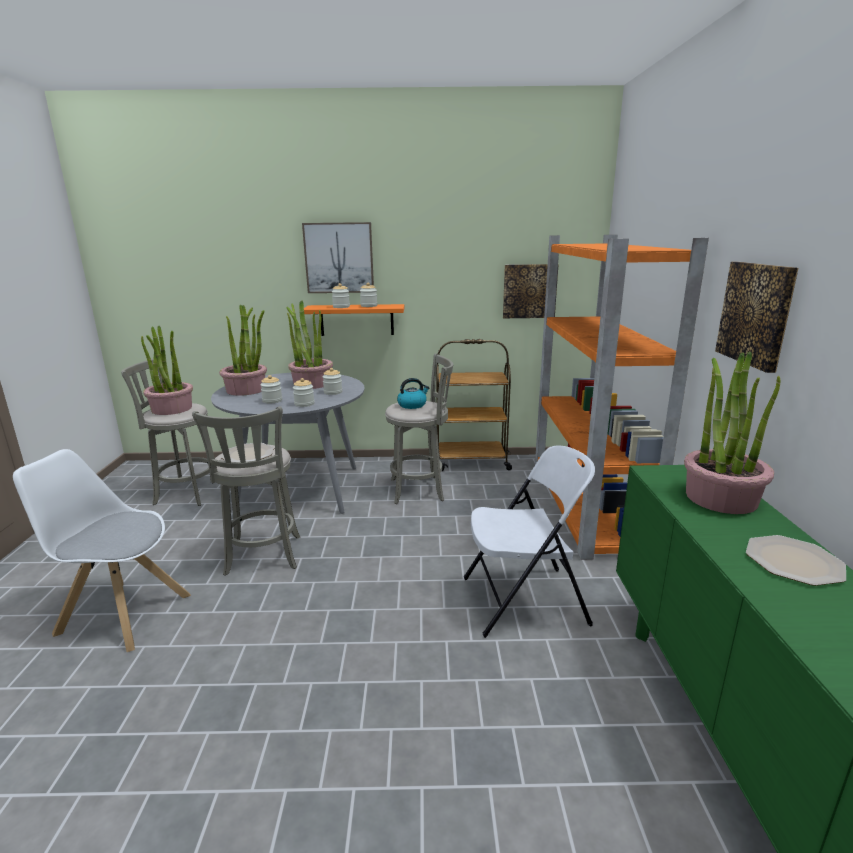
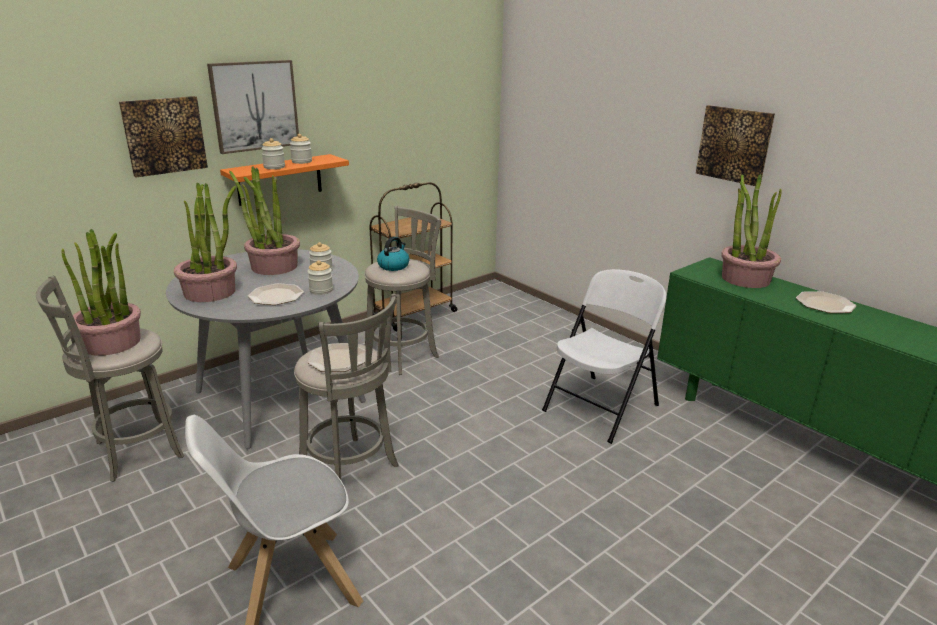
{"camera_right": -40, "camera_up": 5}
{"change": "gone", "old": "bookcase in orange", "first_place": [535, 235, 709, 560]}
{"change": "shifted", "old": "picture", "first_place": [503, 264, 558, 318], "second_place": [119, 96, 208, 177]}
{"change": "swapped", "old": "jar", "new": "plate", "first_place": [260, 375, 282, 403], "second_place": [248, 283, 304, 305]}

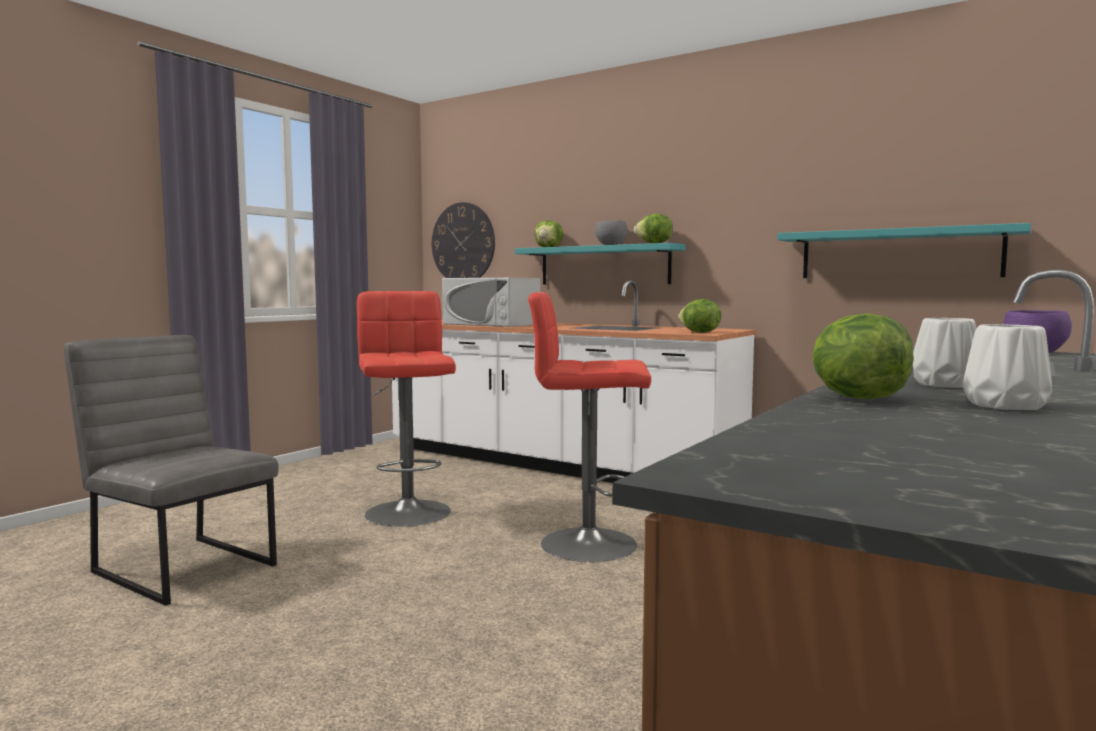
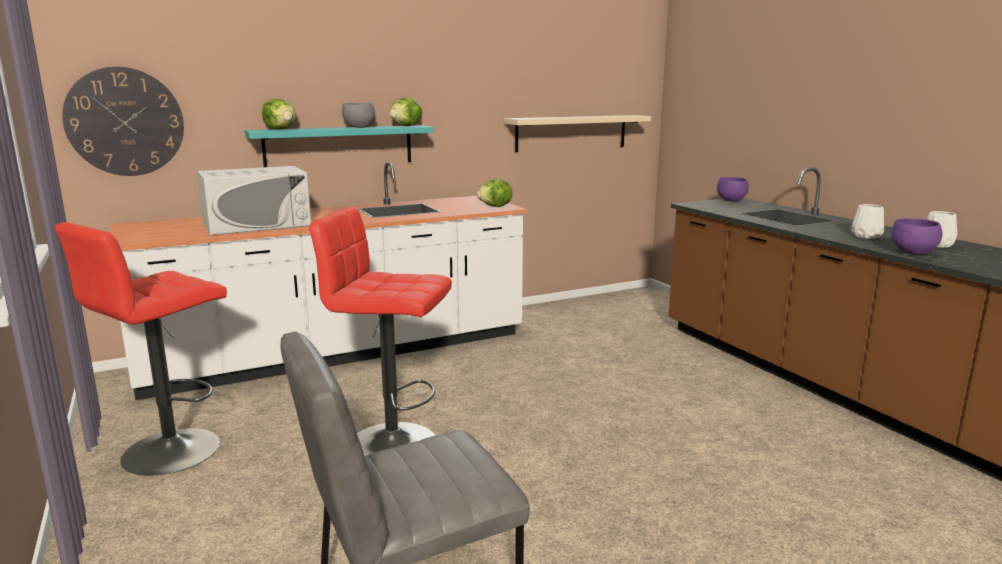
{"camera_right": -60, "camera_up": 10}
{"change": "repainted", "old": "shelf in turquoise", "new": "shelf in beige", "first_place": [777, 223, 1031, 278], "second_place": [504, 115, 651, 152]}
{"change": "shifted", "old": "stool in red", "first_place": [528, 292, 651, 562], "second_place": [55, 222, 227, 476]}
{"change": "swapped", "old": "lettuce", "new": "bowl in purple", "first_place": [812, 313, 914, 399], "second_place": [891, 218, 942, 255]}

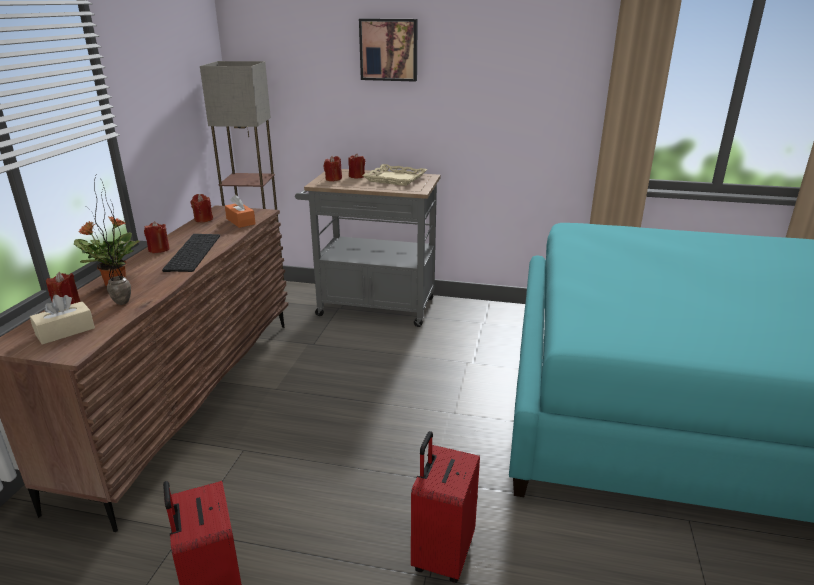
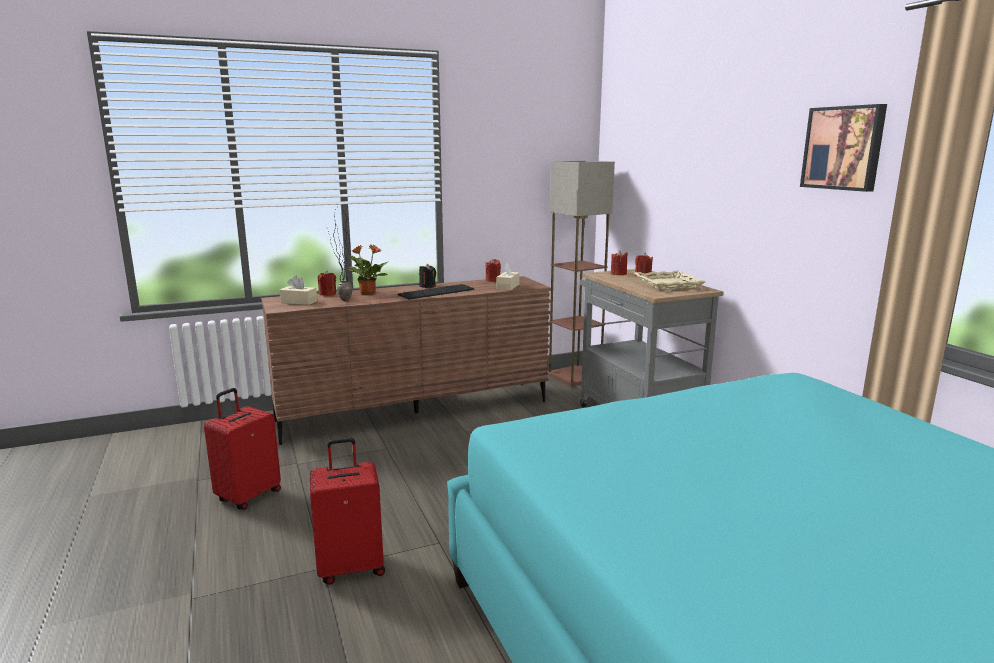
{"camera_right": 55, "camera_up": -10}
{"change": "shifted", "old": "picture", "first_place": [359, 19, 418, 82], "second_place": [800, 104, 887, 192]}
{"change": "repainted", "old": "tissue box in orange", "new": "tissue box in beige", "first_place": [225, 195, 256, 228], "second_place": [497, 263, 520, 290]}
{"change": "repainted", "old": "candle in red", "new": "candle in black", "first_place": [144, 221, 170, 253], "second_place": [419, 264, 436, 288]}

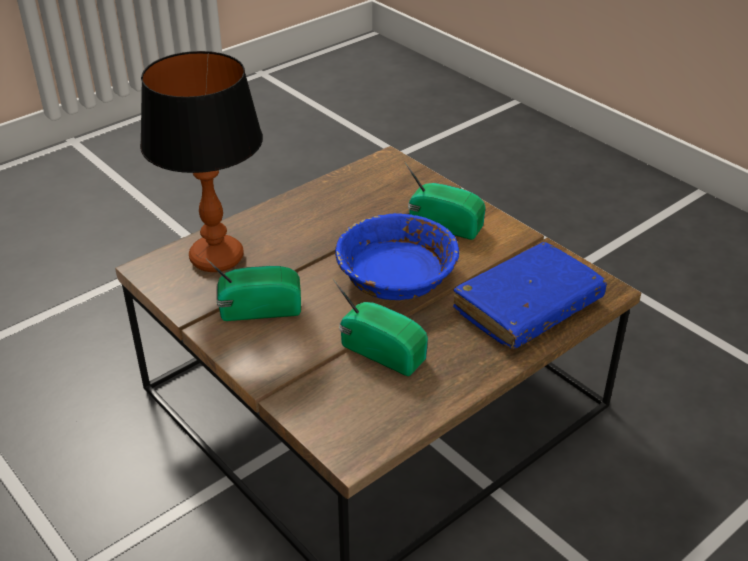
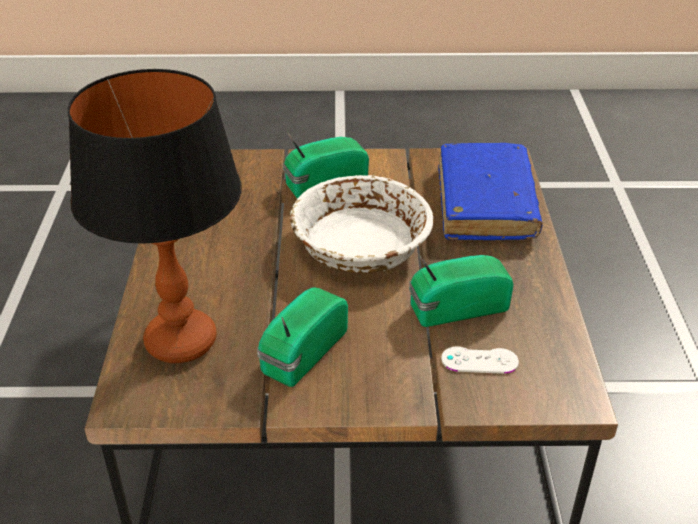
{"camera_right": -50, "camera_up": 0}
{"change": "repainted", "old": "bowl in blue", "new": "bowl in white", "first_place": [335, 213, 459, 300], "second_place": [290, 175, 433, 273]}
{"change": "new", "new": "game controller in white", "second_place": [441, 346, 519, 374]}

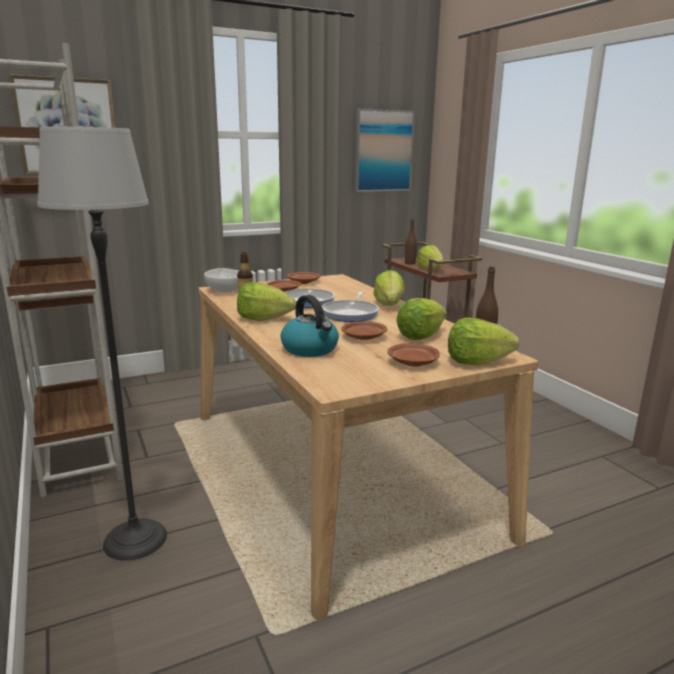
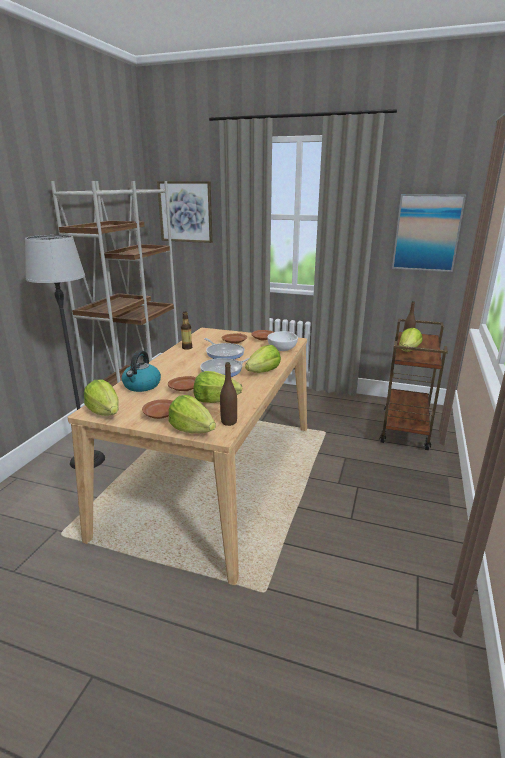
{"camera_right": 45, "camera_up": 5}
{"change": "shifted", "old": "bowl in white", "first_place": [204, 268, 239, 292], "second_place": [267, 331, 298, 351]}
{"change": "shifted", "old": "lettuce", "first_place": [237, 282, 296, 321], "second_place": [84, 379, 119, 416]}

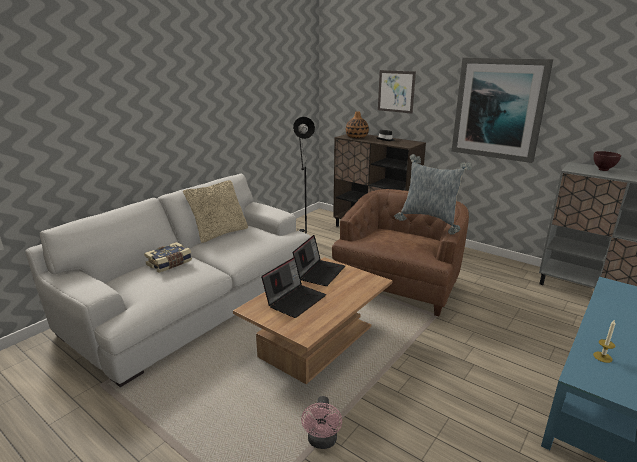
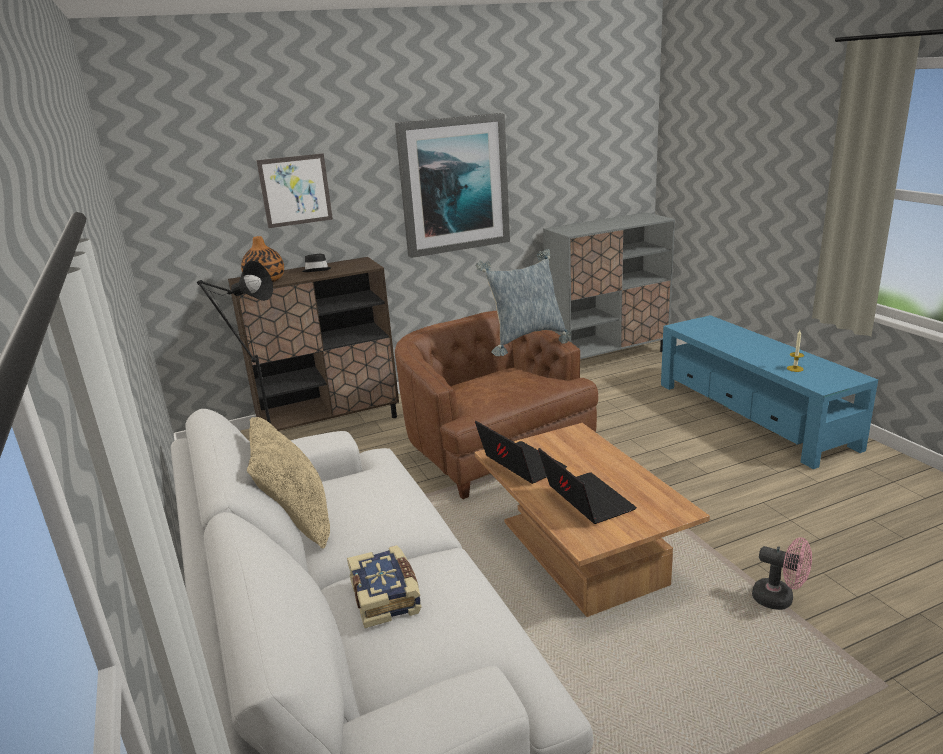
{"camera_right": -60, "camera_up": 0}
{"change": "gone", "old": "bowl in brown", "first_place": [593, 151, 621, 171]}

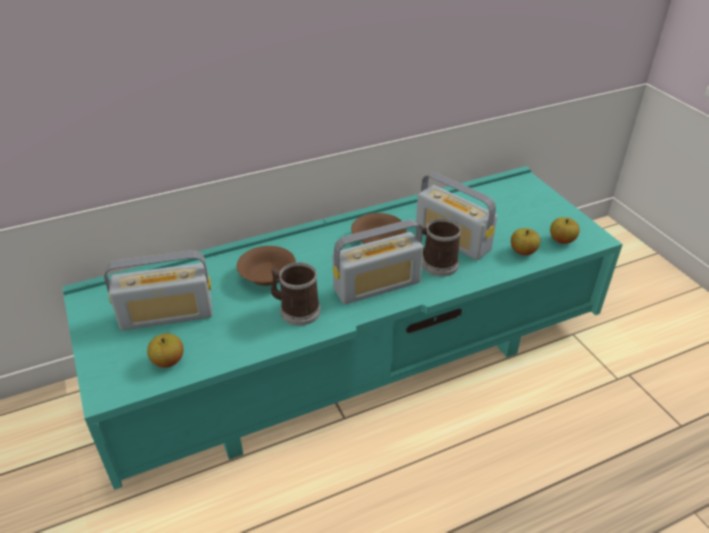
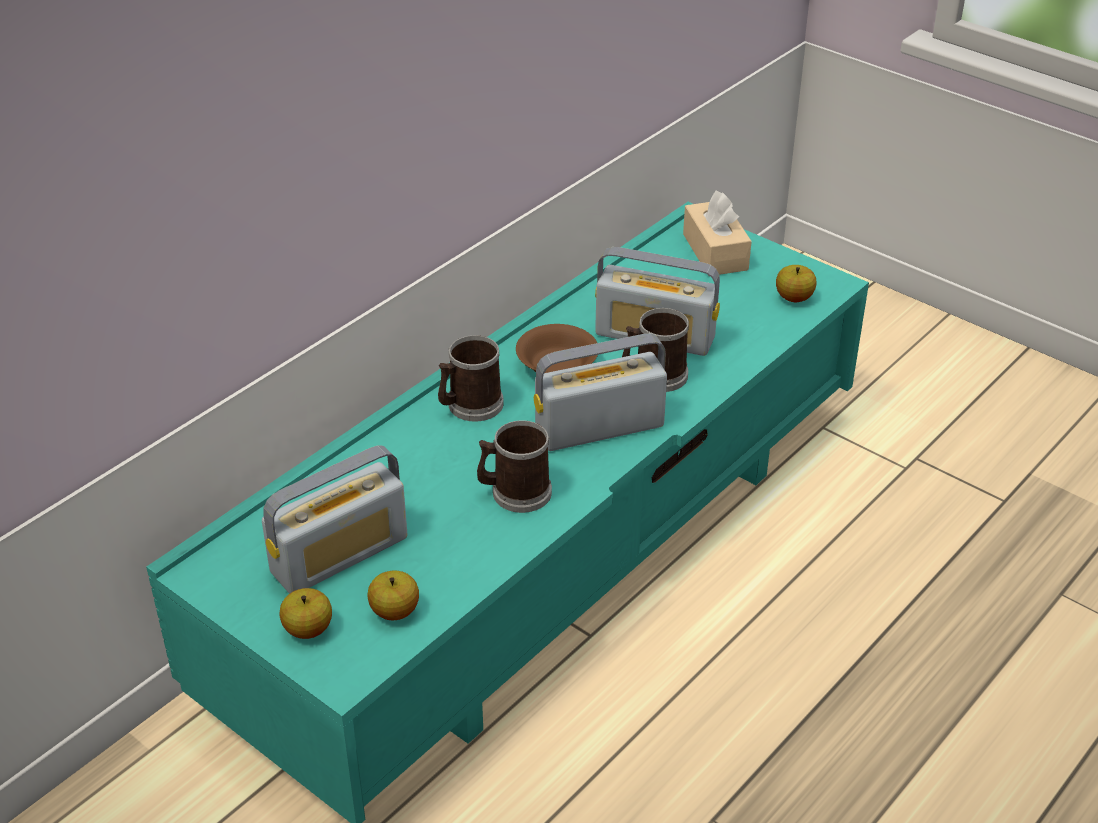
{"camera_right": -25, "camera_up": 0}
{"change": "rotated", "old": "radio", "first_place": [333, 220, 423, 304], "second_place": [534, 333, 667, 451], "degrees": -150}
{"change": "shifted", "old": "apple", "first_place": [511, 228, 540, 255], "second_place": [279, 588, 332, 639]}
{"change": "gone", "old": "bowl in brown", "first_place": [237, 246, 296, 286]}
{"change": "new", "new": "tissue box in beige", "second_place": [683, 191, 752, 276]}
{"change": "new", "new": "mug", "second_place": [438, 335, 504, 422]}

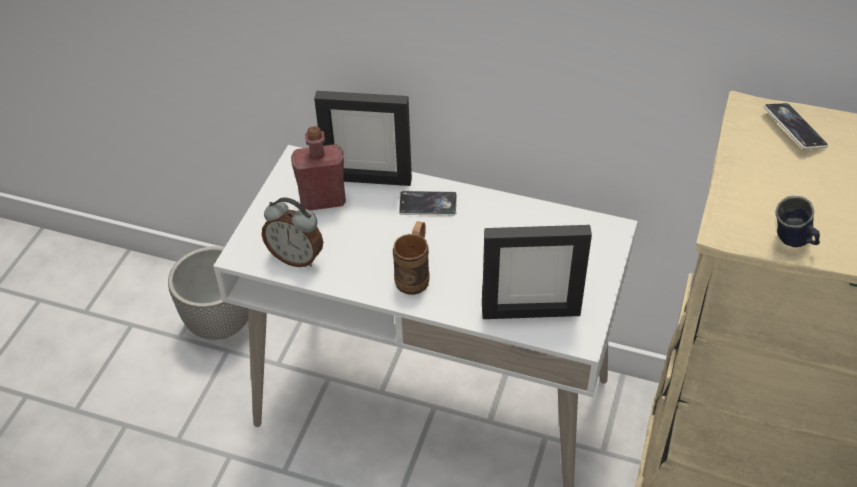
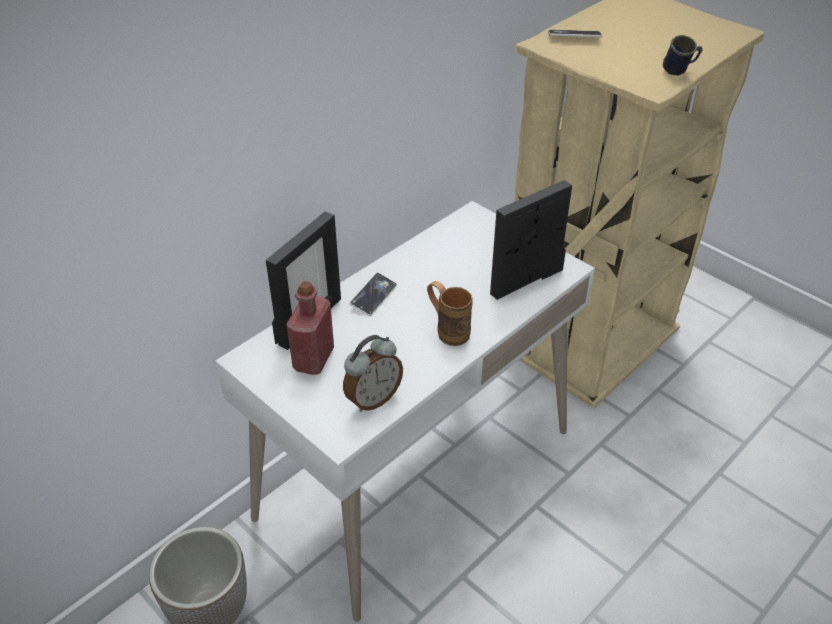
{"camera_right": -65, "camera_up": -5}
{"change": "rotated", "old": "picture frame", "first_place": [482, 225, 592, 319], "second_place": [490, 180, 572, 300], "degrees": -150}

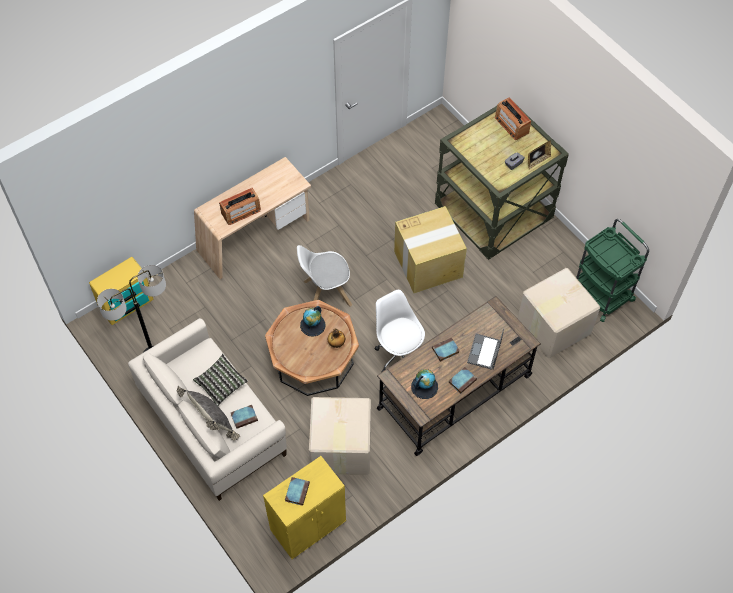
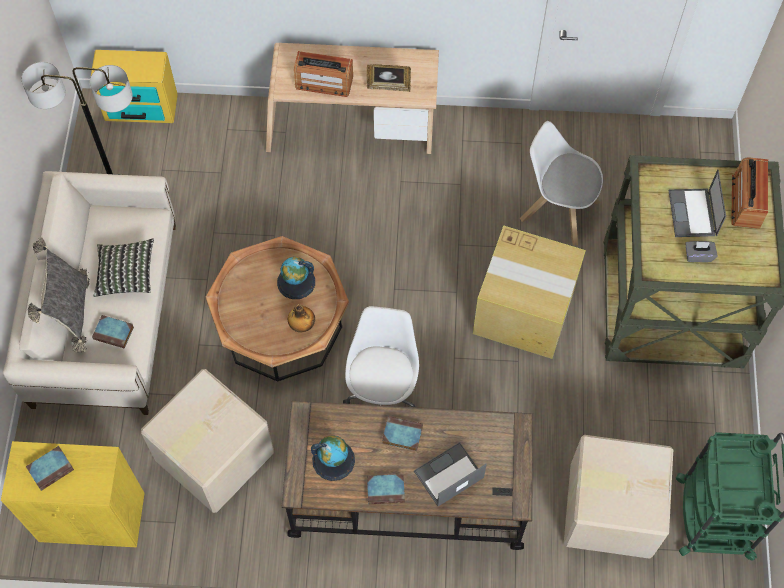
{"camera_right": 40, "camera_up": 5}
{"change": "shifted", "old": "picture frame", "first_place": [528, 140, 551, 169], "second_place": [367, 64, 411, 92]}
{"change": "shifted", "old": "chair", "first_place": [297, 245, 352, 307], "second_place": [520, 121, 603, 246]}
{"change": "new", "new": "laptop", "second_place": [669, 169, 726, 237]}

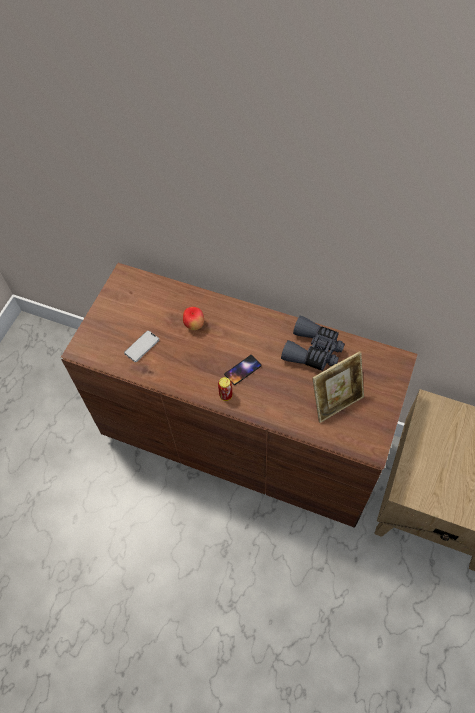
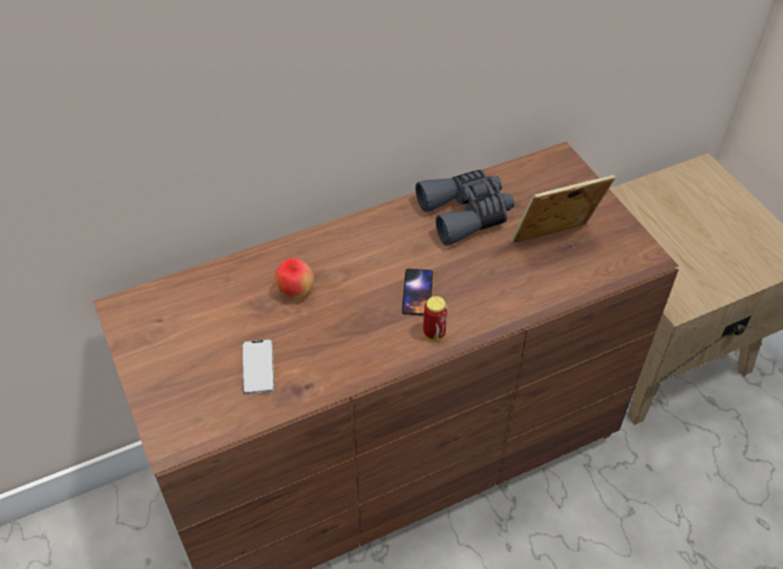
{"camera_right": -50, "camera_up": -10}
{"change": "rotated", "old": "picture frame", "first_place": [312, 351, 364, 423], "second_place": [511, 175, 615, 243], "degrees": -120}

